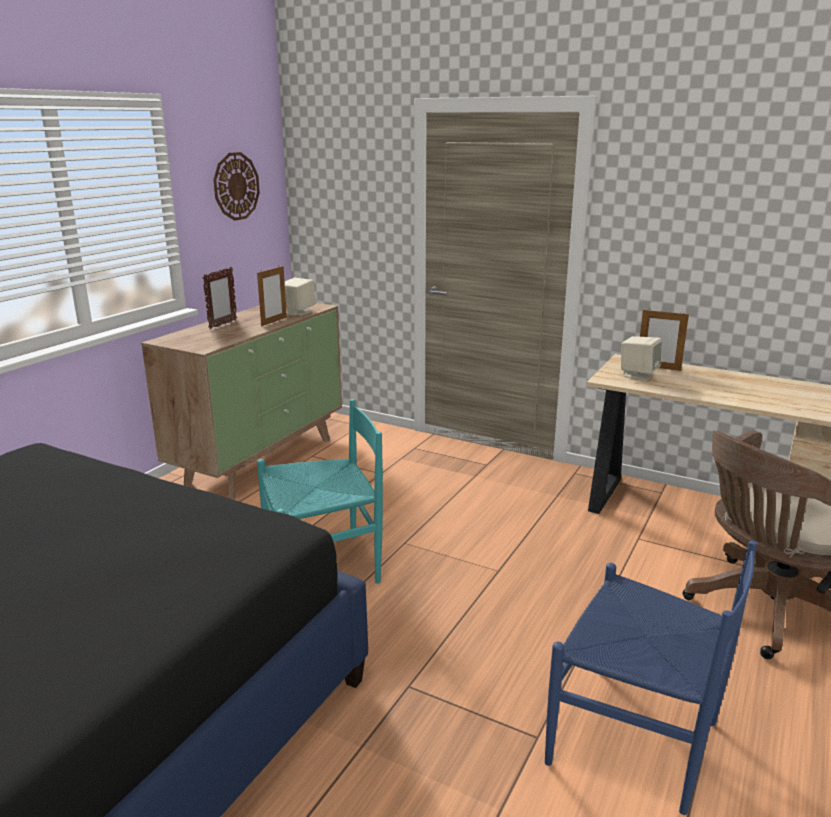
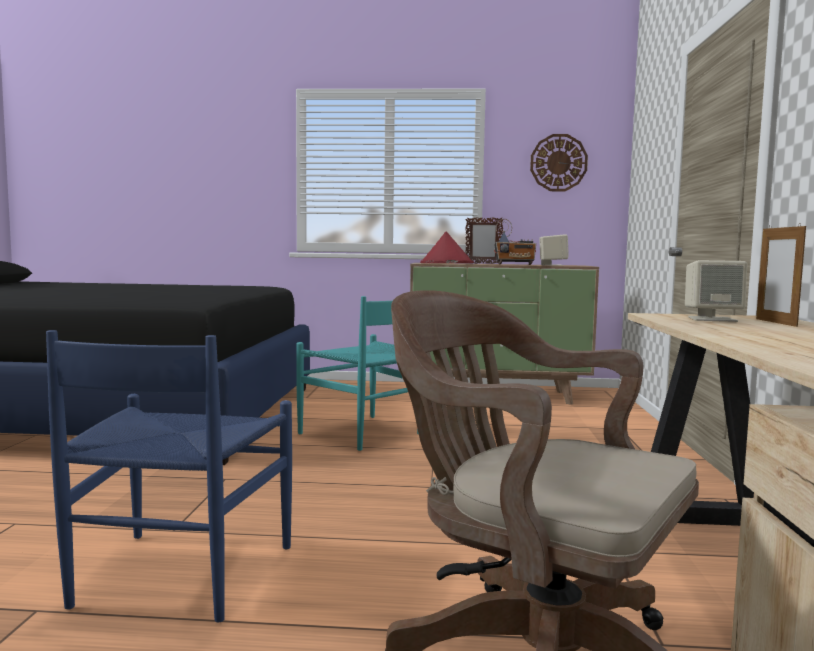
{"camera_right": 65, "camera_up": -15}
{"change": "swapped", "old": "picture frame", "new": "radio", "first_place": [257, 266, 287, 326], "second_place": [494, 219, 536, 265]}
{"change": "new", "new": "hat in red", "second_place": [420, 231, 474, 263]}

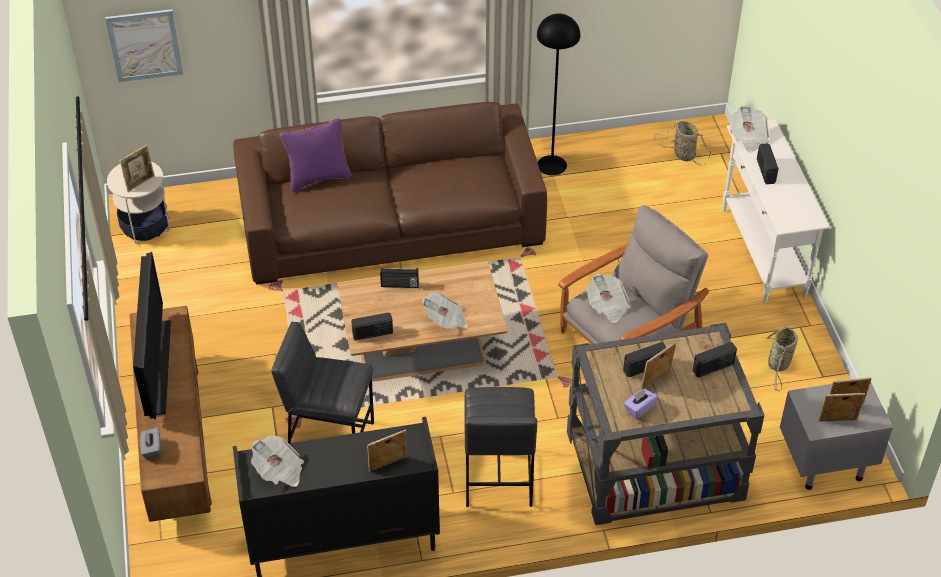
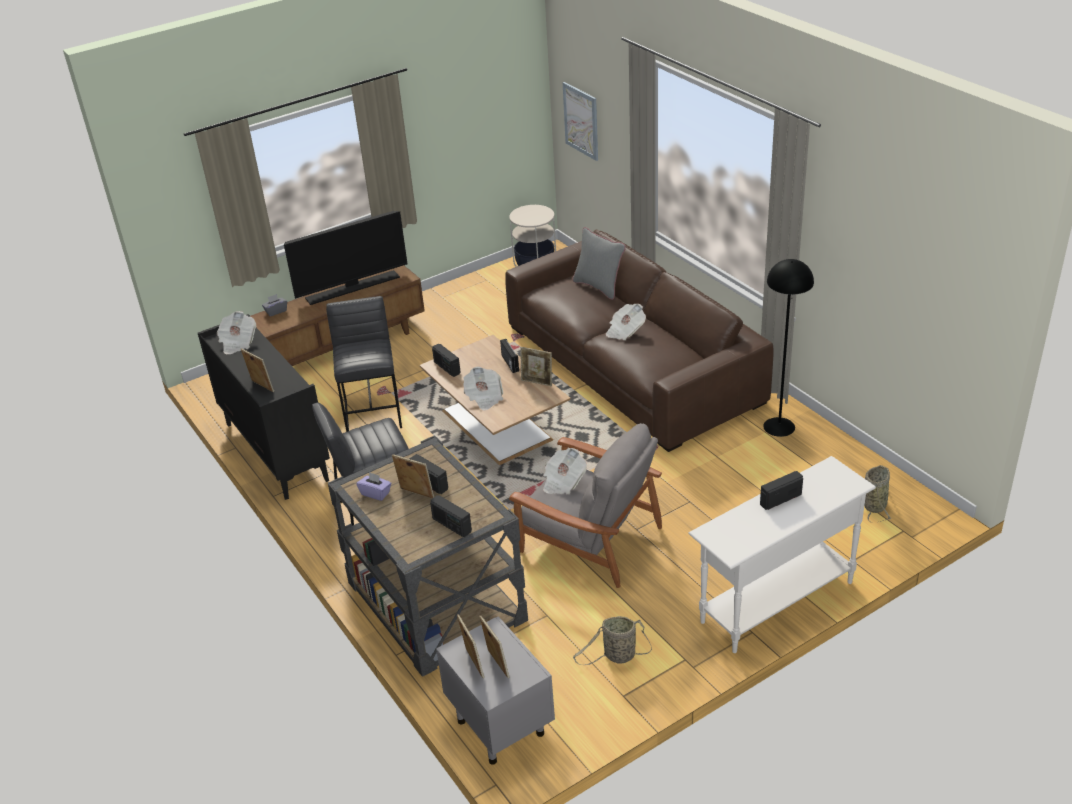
{"camera_right": 70, "camera_up": -10}
{"change": "shifted", "old": "newspaper", "first_place": [730, 105, 769, 153], "second_place": [606, 304, 646, 340]}
{"change": "repainted", "old": "pillow in purple", "new": "pillow in grey", "first_place": [280, 118, 351, 193], "second_place": [573, 227, 626, 300]}
{"change": "shifted", "old": "picture frame", "first_place": [119, 145, 155, 192], "second_place": [520, 347, 552, 386]}

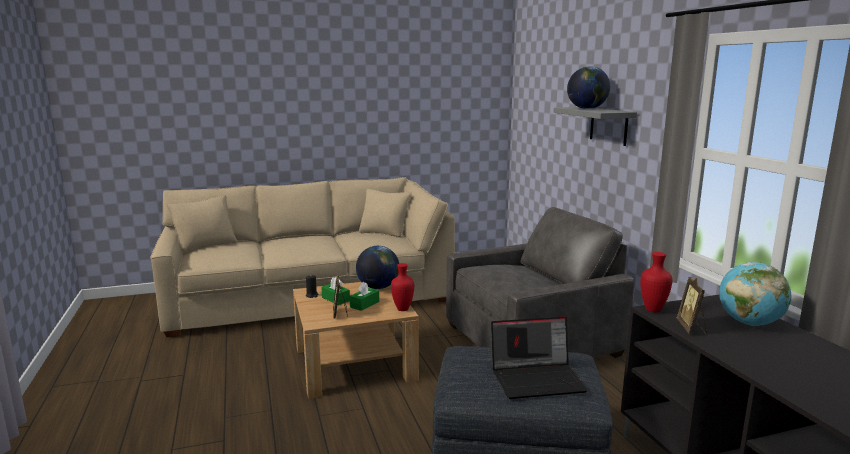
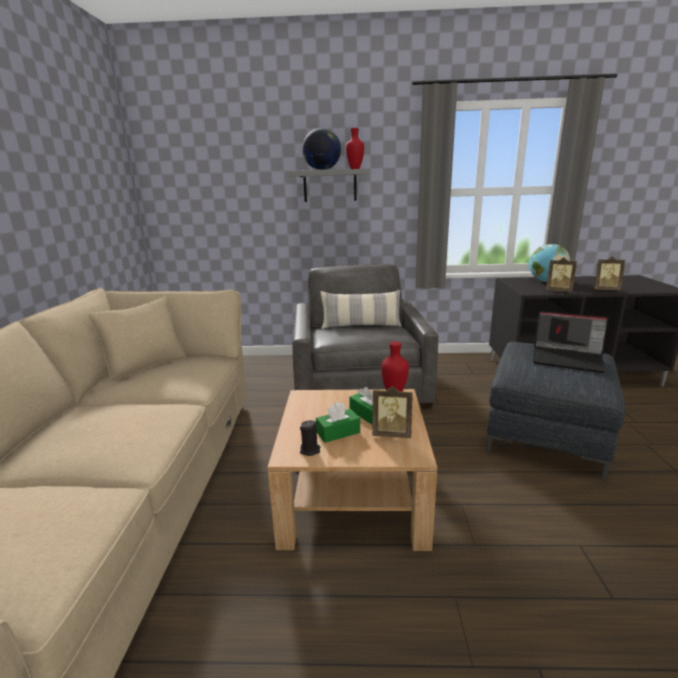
{"camera_right": -70, "camera_up": 5}
{"change": "gone", "old": "globe", "first_place": [356, 246, 399, 289]}
{"change": "shifted", "old": "vase in red", "first_place": [640, 252, 673, 313], "second_place": [346, 128, 364, 169]}
{"change": "rotated", "old": "laptop", "first_place": [491, 317, 588, 399], "second_place": [532, 311, 609, 373], "degrees": 105}
{"change": "new", "new": "picture frame", "second_place": [594, 256, 625, 290]}
{"change": "new", "new": "pillow", "second_place": [320, 290, 402, 329]}

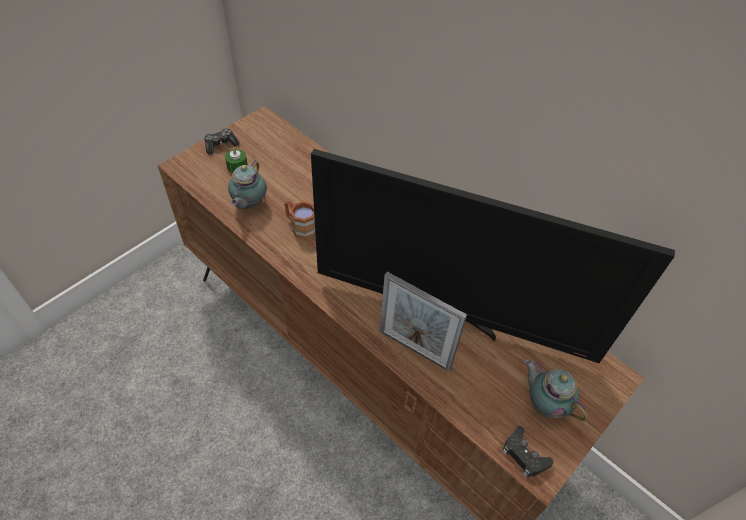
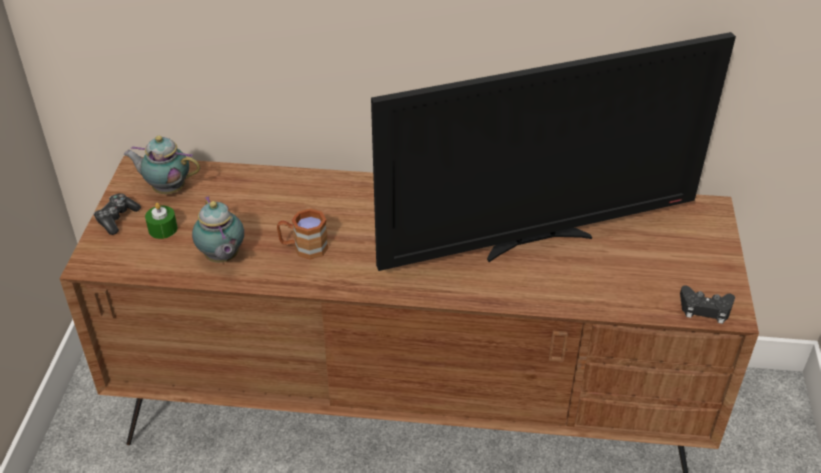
{"camera_right": -35, "camera_up": -10}
{"change": "gone", "old": "picture frame", "first_place": [379, 272, 467, 372]}
{"change": "shifted", "old": "teapot", "first_place": [524, 359, 588, 421], "second_place": [124, 136, 200, 194]}

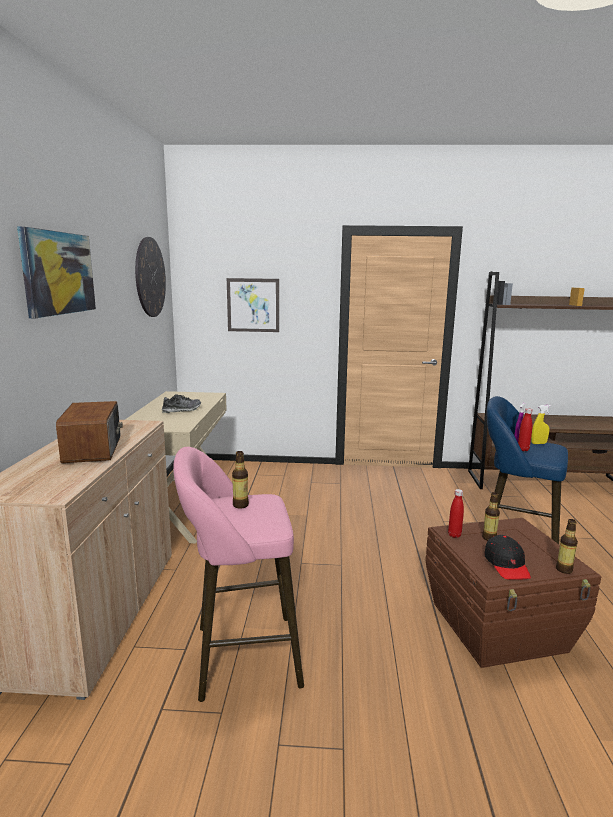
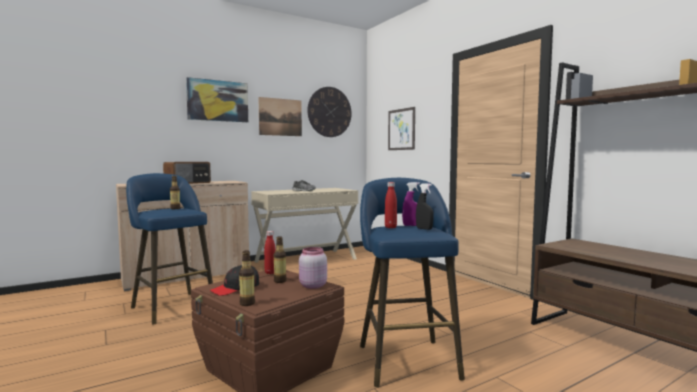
{"camera_right": 55, "camera_up": -10}
{"change": "repainted", "old": "spray bottle in yellow", "new": "spray bottle in black", "first_place": [531, 405, 551, 444], "second_place": [416, 183, 433, 230]}
{"change": "repainted", "old": "stool in pink", "new": "stool in blue", "first_place": [173, 447, 304, 702], "second_place": [126, 173, 213, 324]}
{"change": "new", "new": "picture", "second_place": [258, 97, 302, 136]}
{"change": "new", "new": "jar in pink", "second_place": [299, 247, 327, 289]}

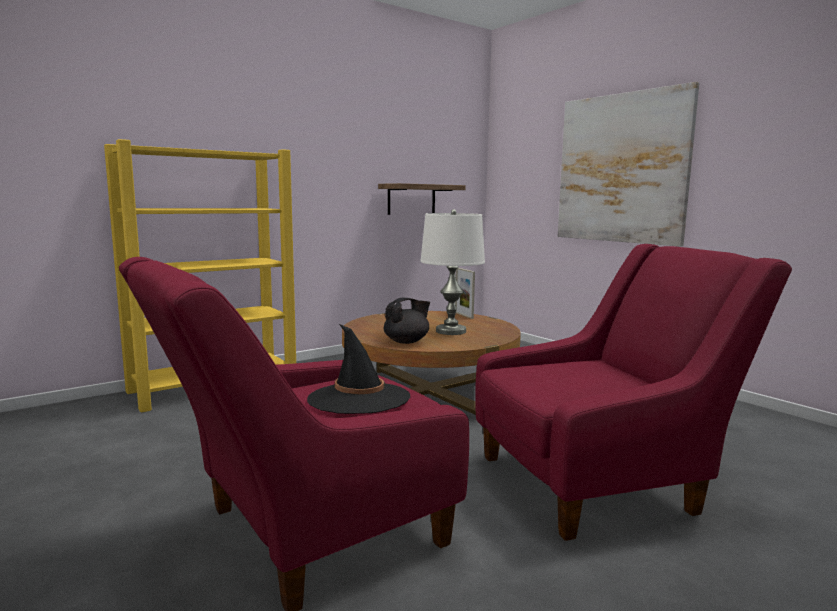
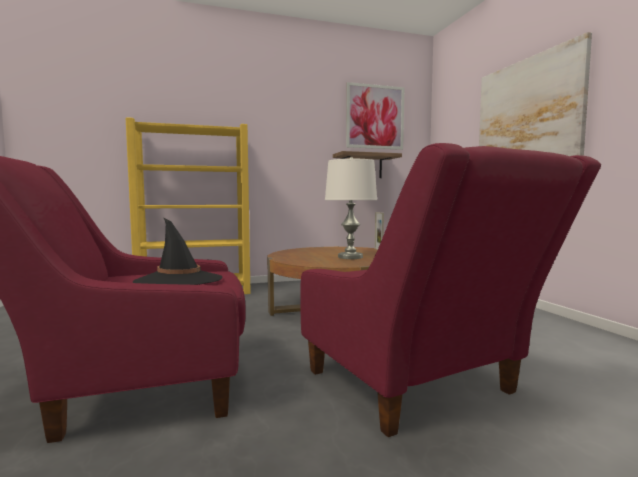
{"camera_right": 20, "camera_up": -5}
{"change": "rotated", "old": "armchair in red", "first_place": [475, 244, 792, 541], "second_place": [300, 143, 601, 437], "degrees": 60}
{"change": "gone", "old": "teapot in black", "first_place": [384, 298, 430, 344]}
{"change": "new", "new": "picture", "second_place": [346, 82, 404, 150]}

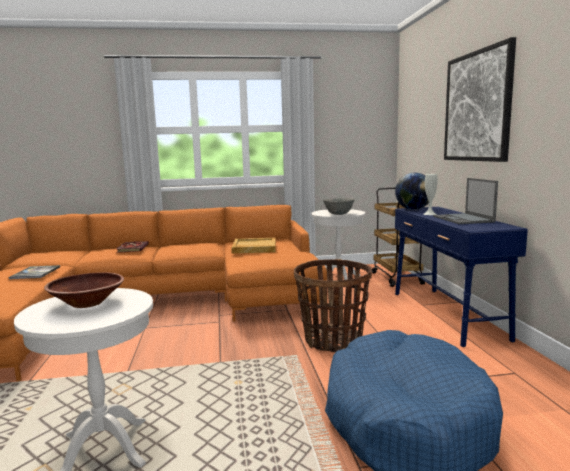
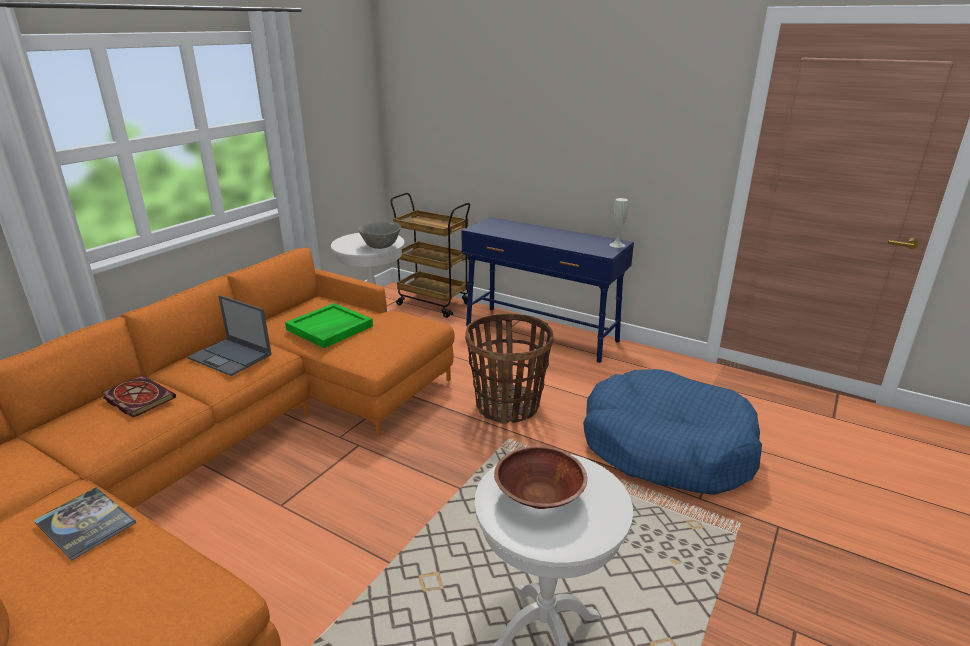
{"camera_right": -50, "camera_up": 15}
{"change": "gone", "old": "picture", "first_place": [444, 37, 516, 162]}
{"change": "gone", "old": "globe", "first_place": [395, 173, 429, 210]}
{"change": "shifted", "old": "vase in white", "first_place": [424, 174, 438, 215], "second_place": [609, 198, 628, 248]}
{"change": "shifted", "old": "laptop", "first_place": [433, 178, 498, 224], "second_place": [187, 295, 272, 376]}
{"change": "repainted", "old": "tray in beige", "new": "tray in green", "first_place": [231, 238, 276, 253], "second_place": [285, 303, 373, 348]}

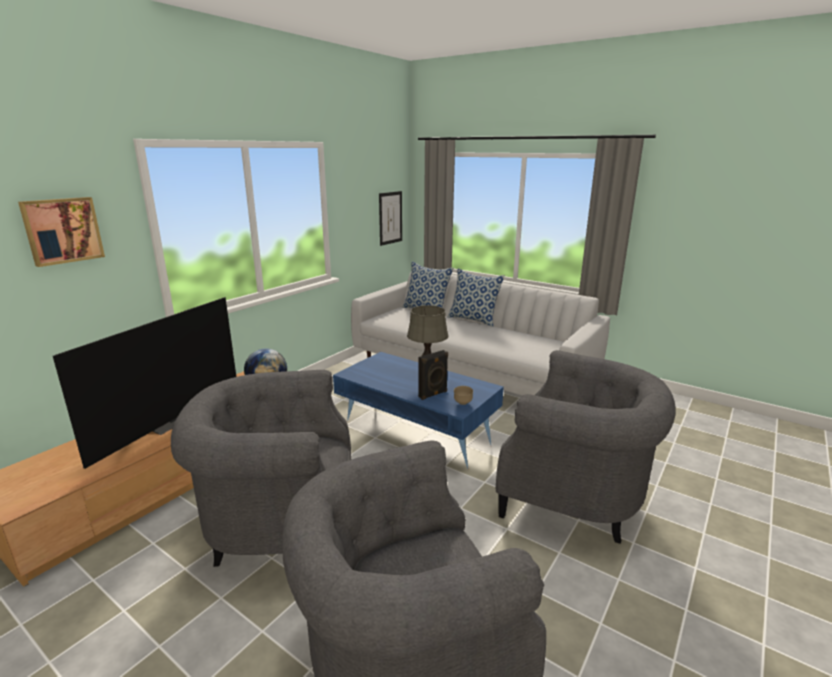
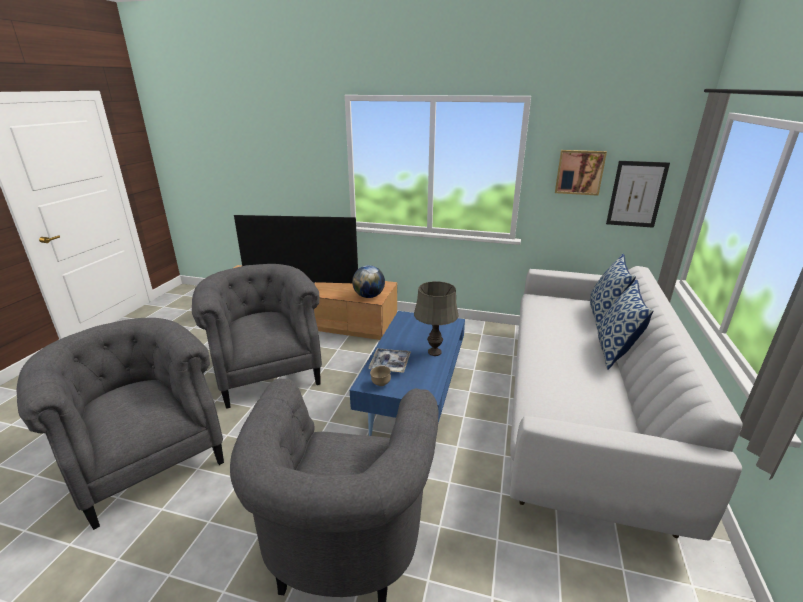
{"camera_right": 70, "camera_up": 5}
{"change": "shifted", "old": "picture", "first_place": [18, 197, 105, 267], "second_place": [555, 150, 607, 196]}
{"change": "swapped", "old": "speaker in black", "new": "tray", "first_place": [418, 350, 448, 400], "second_place": [368, 348, 411, 373]}

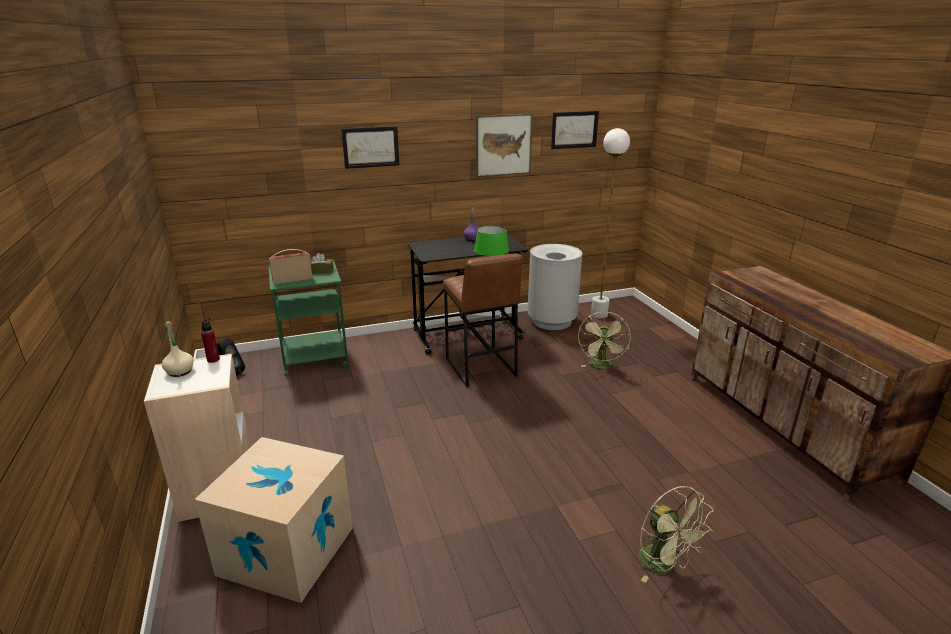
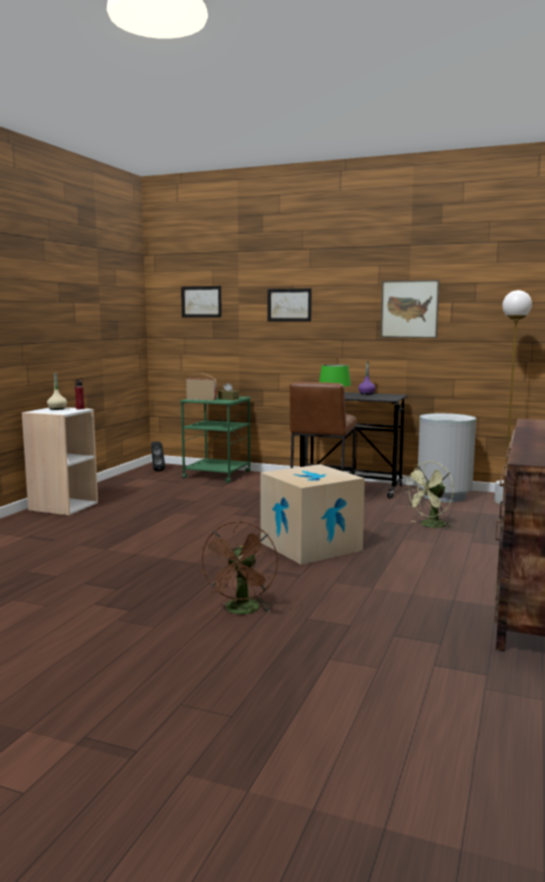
{"camera_right": 40, "camera_up": -15}
{"change": "shifted", "old": "picture", "first_place": [551, 111, 599, 149], "second_place": [181, 286, 222, 317]}
{"change": "shifted", "old": "cardboard box", "first_place": [195, 437, 353, 603], "second_place": [260, 464, 365, 565]}
{"change": "repainted", "old": "fan in green", "new": "fan in brown", "first_place": [638, 486, 714, 583], "second_place": [199, 521, 278, 614]}

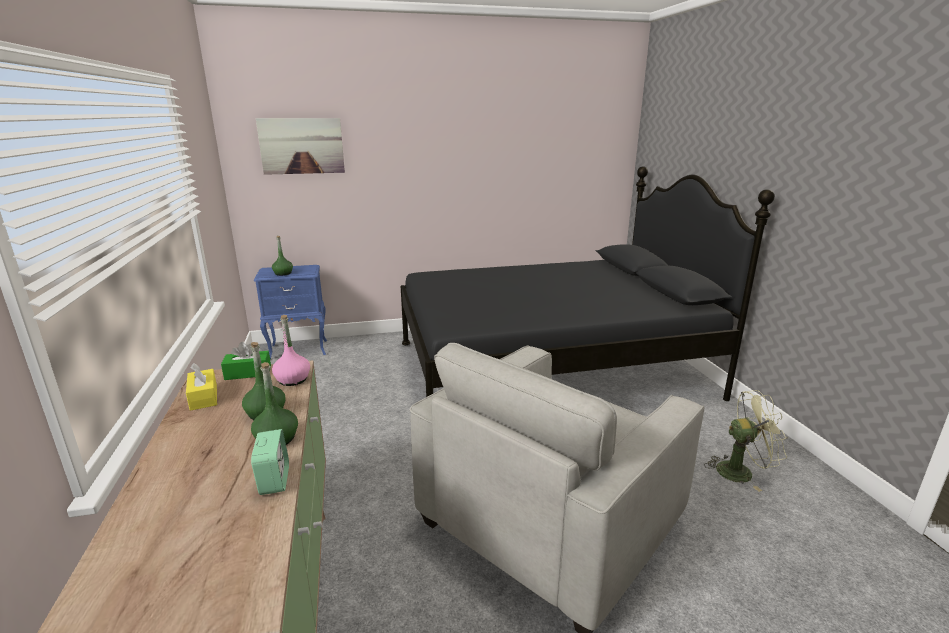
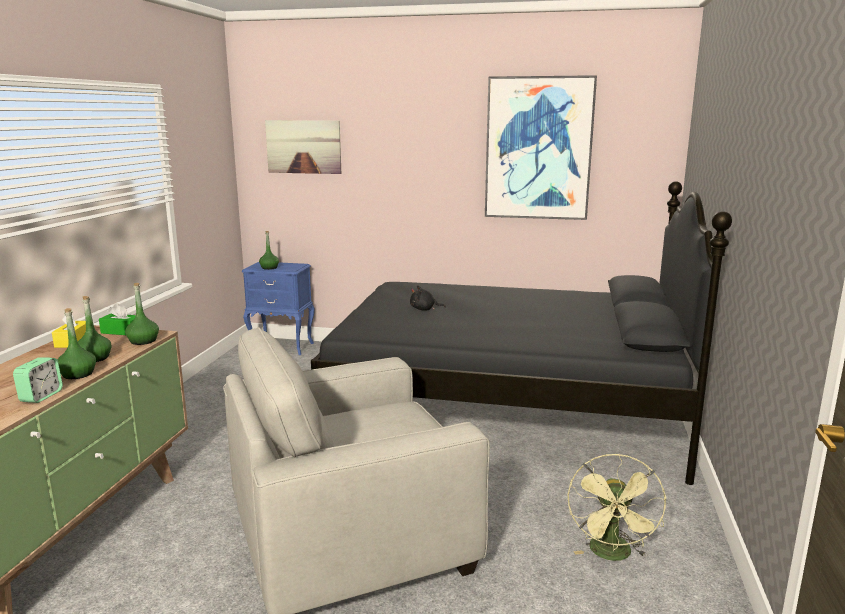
{"camera_right": 25, "camera_up": -5}
{"change": "repainted", "old": "bottle in pink", "new": "bottle in green", "first_place": [272, 315, 310, 386], "second_place": [125, 283, 159, 345]}
{"change": "rotated", "old": "fan in green", "first_place": [704, 390, 788, 492], "second_place": [567, 454, 667, 561], "degrees": 75}
{"change": "new", "new": "picture", "second_place": [485, 75, 597, 220]}
{"change": "new", "new": "plush toy in black", "second_place": [410, 285, 446, 311]}

